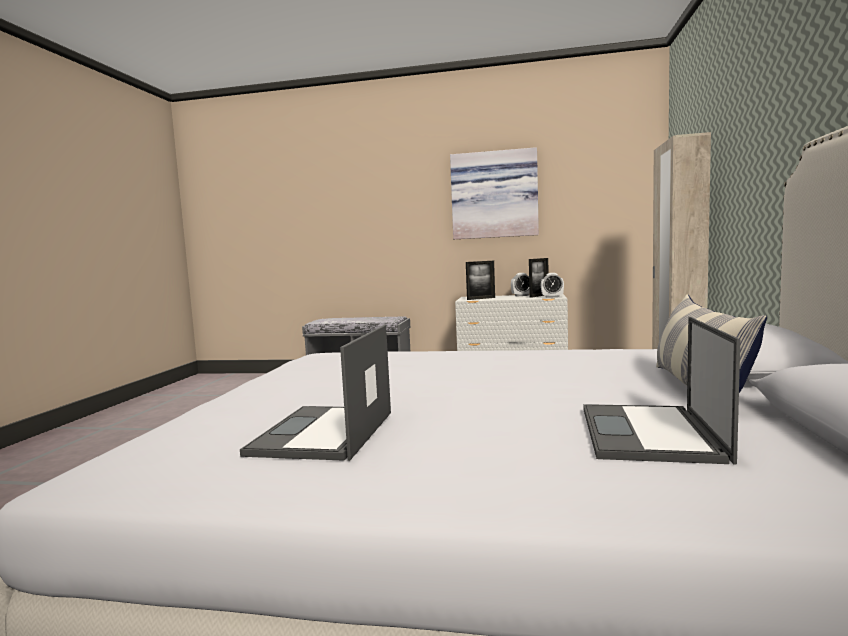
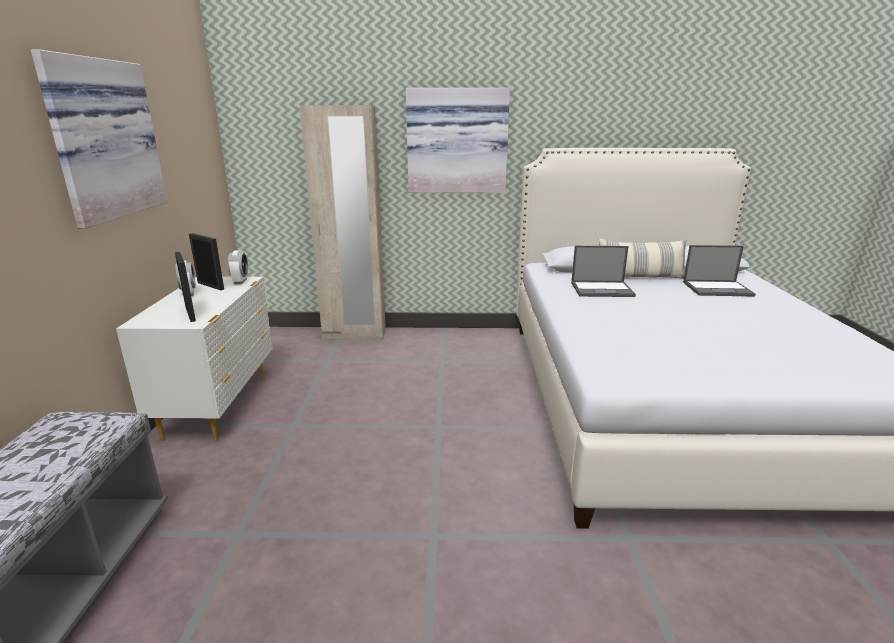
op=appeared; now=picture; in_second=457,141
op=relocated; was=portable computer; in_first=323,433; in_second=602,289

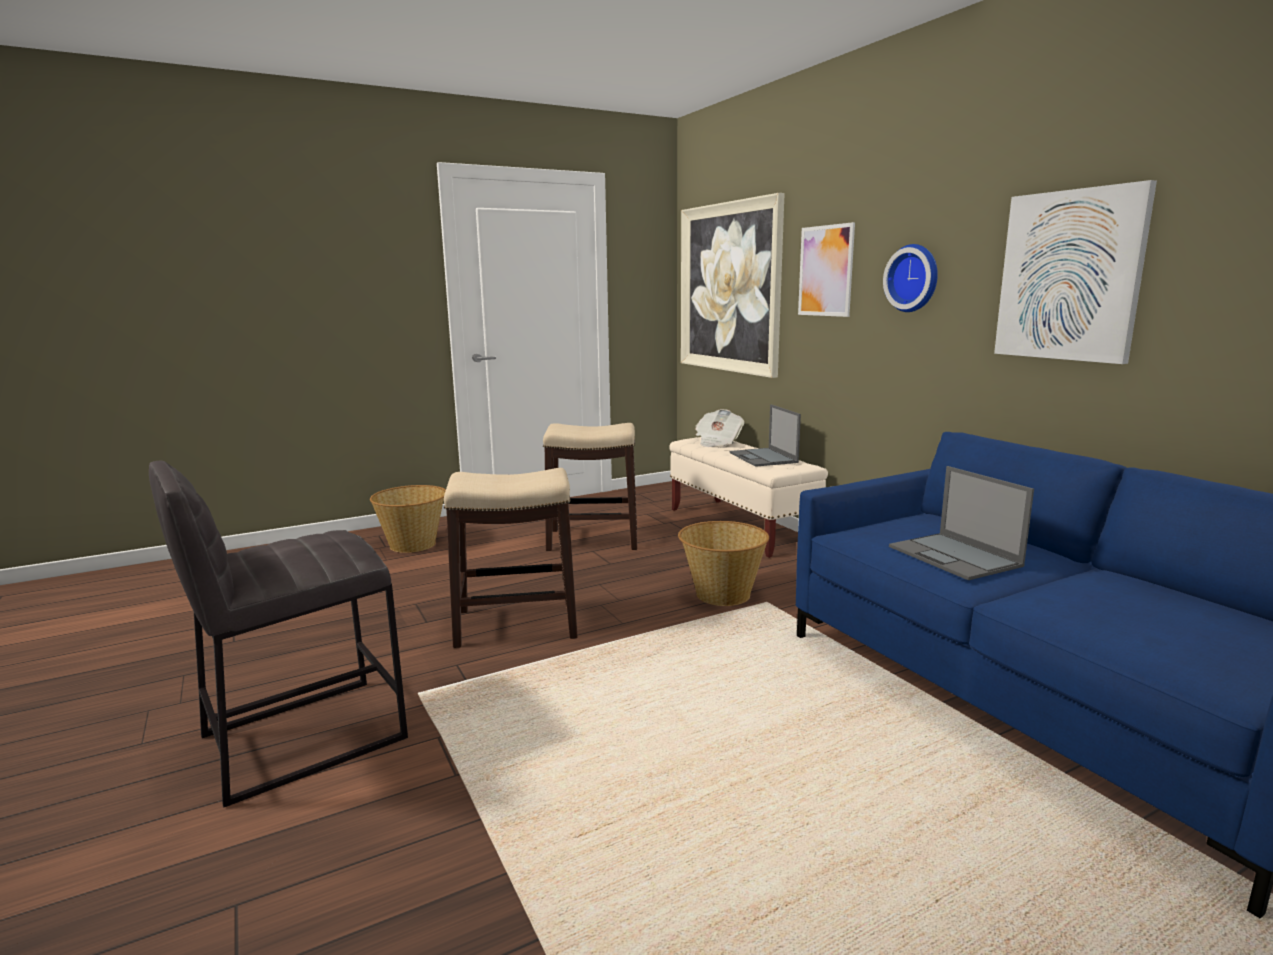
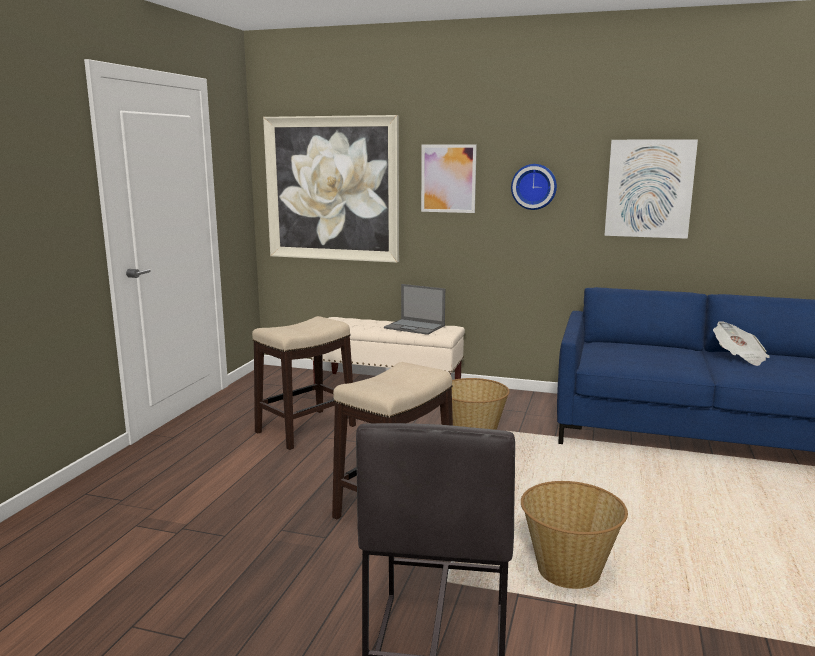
op=missing; was=portable computer; in_first=955,557
op=relocated; was=basket; in_first=413,544; in_second=569,570
op=relocated; was=newspaper; in_first=717,442; in_second=739,357

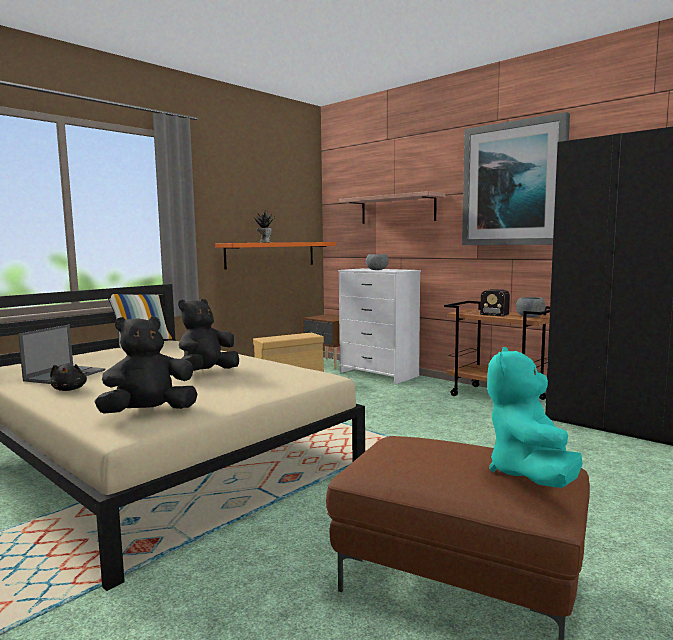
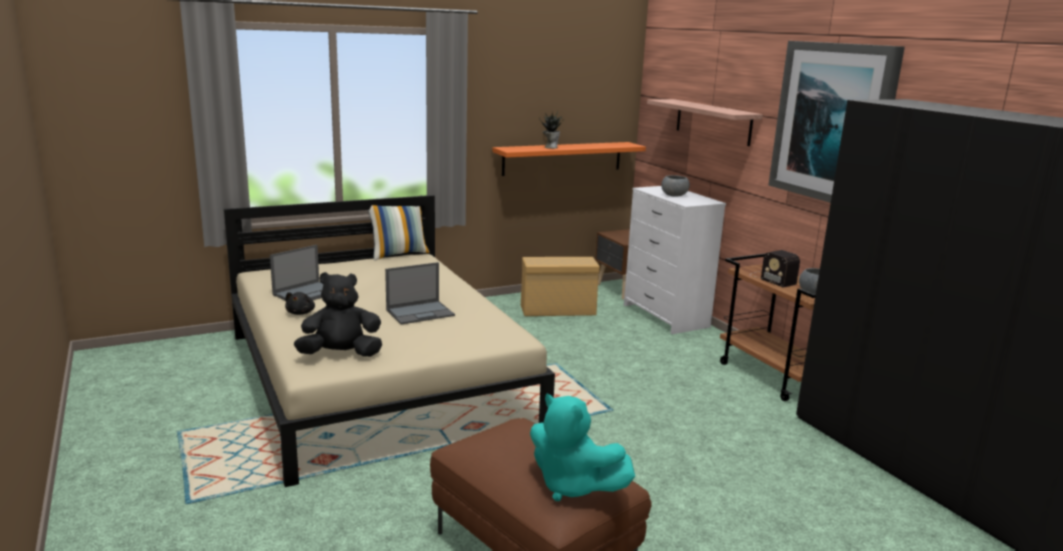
op=exchanged; was=blackish plush toy; now=portable computer; in_first=207,373; in_second=421,312
op=spun; was=turquoise plush toy; in_first=530,474; in_second=572,486; clockwise=-90

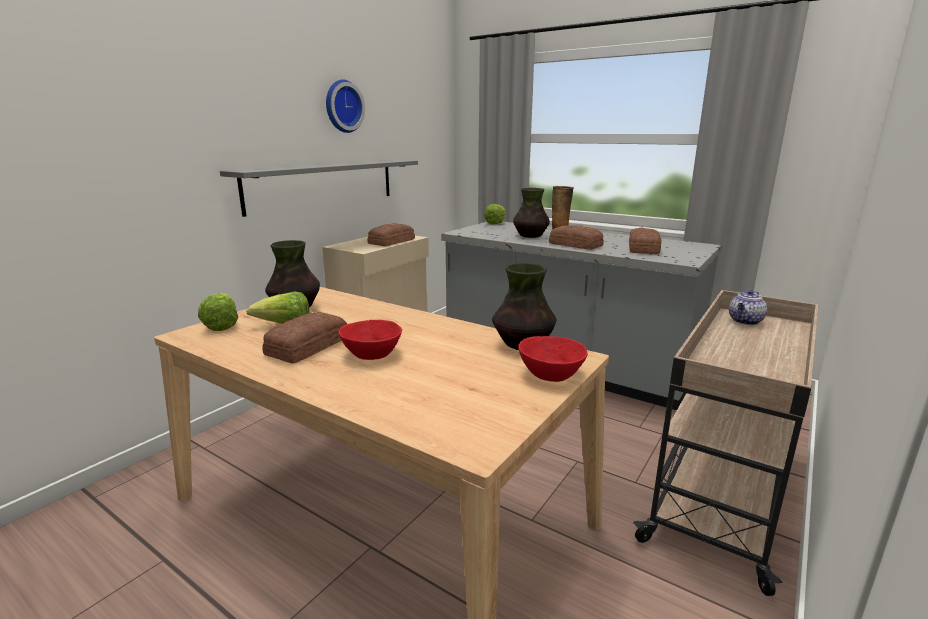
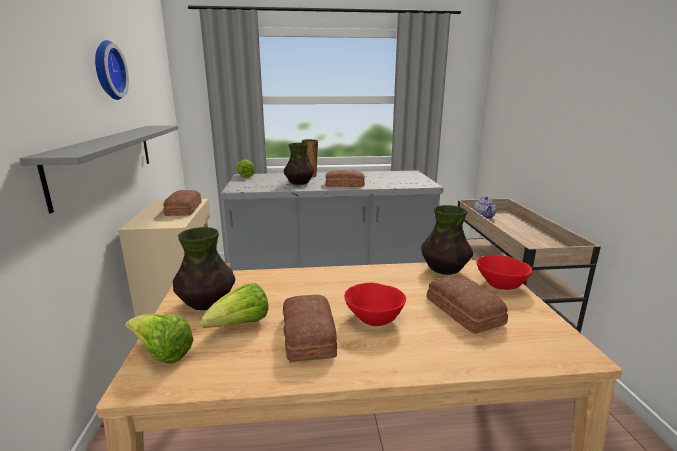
op=relocated; was=baked bread; in_first=642,248; in_second=463,312

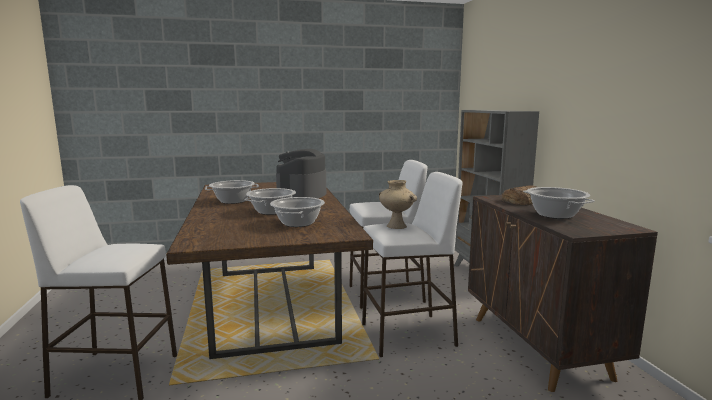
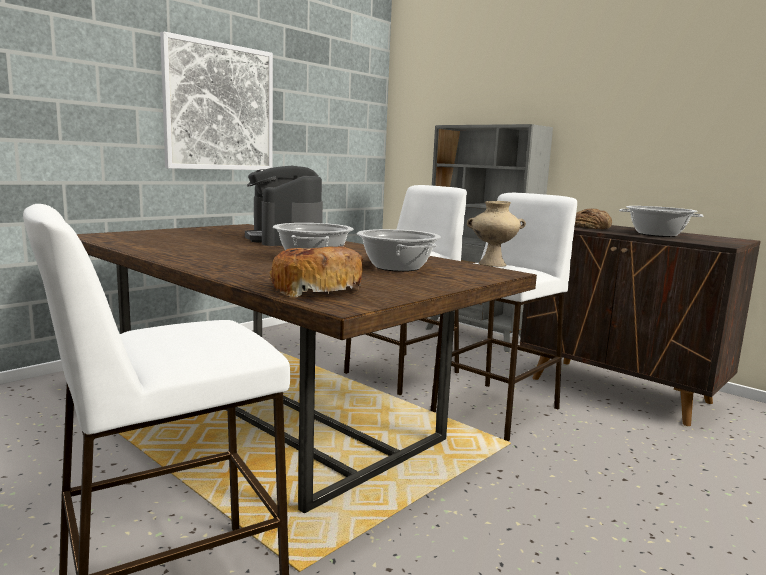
op=missing; was=stockpot; in_first=233,201
op=appeared; now=picture; in_second=219,107
op=appeared; now=baked bread; in_second=314,289

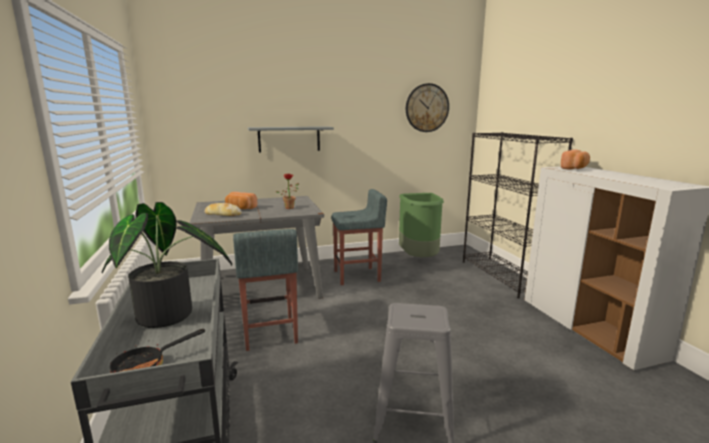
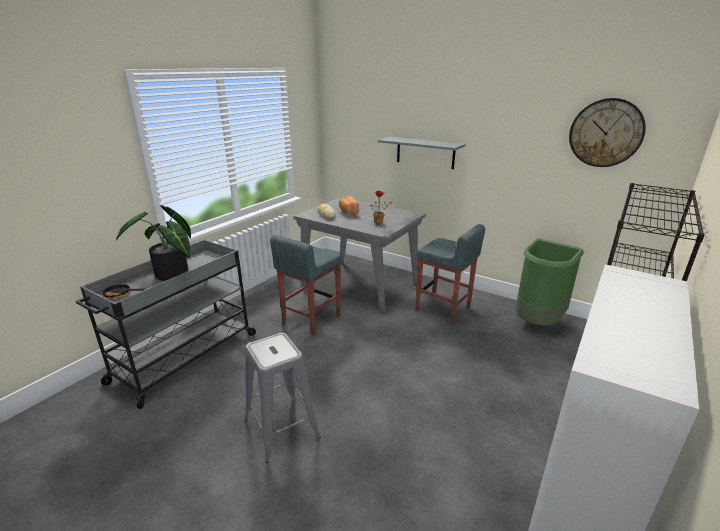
op=missing; was=baked bread; in_first=575,168

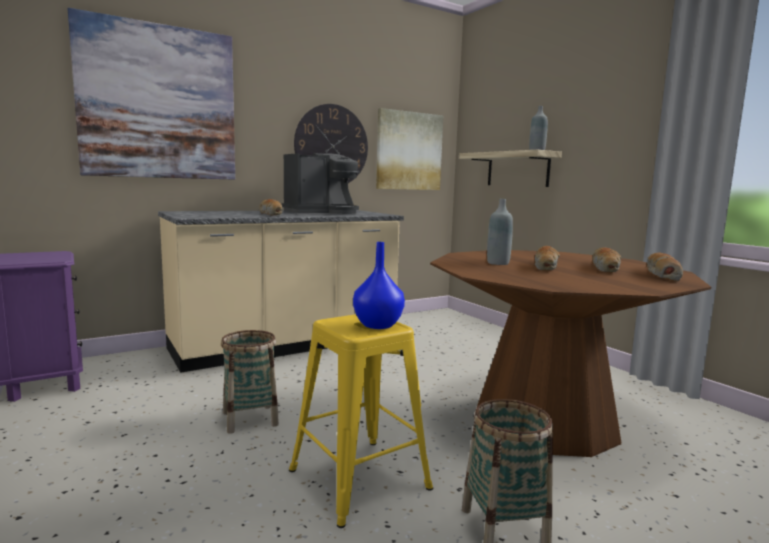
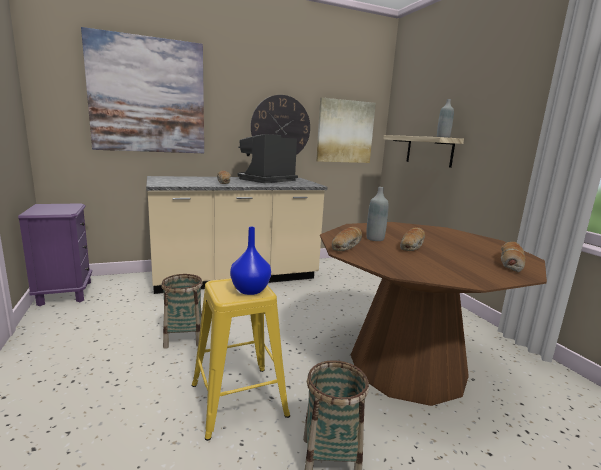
op=relocated; was=baked bread; in_first=605,269; in_second=347,246
op=spun; was=coffee maker; in_first=322,212; in_second=267,180; clockwise=150

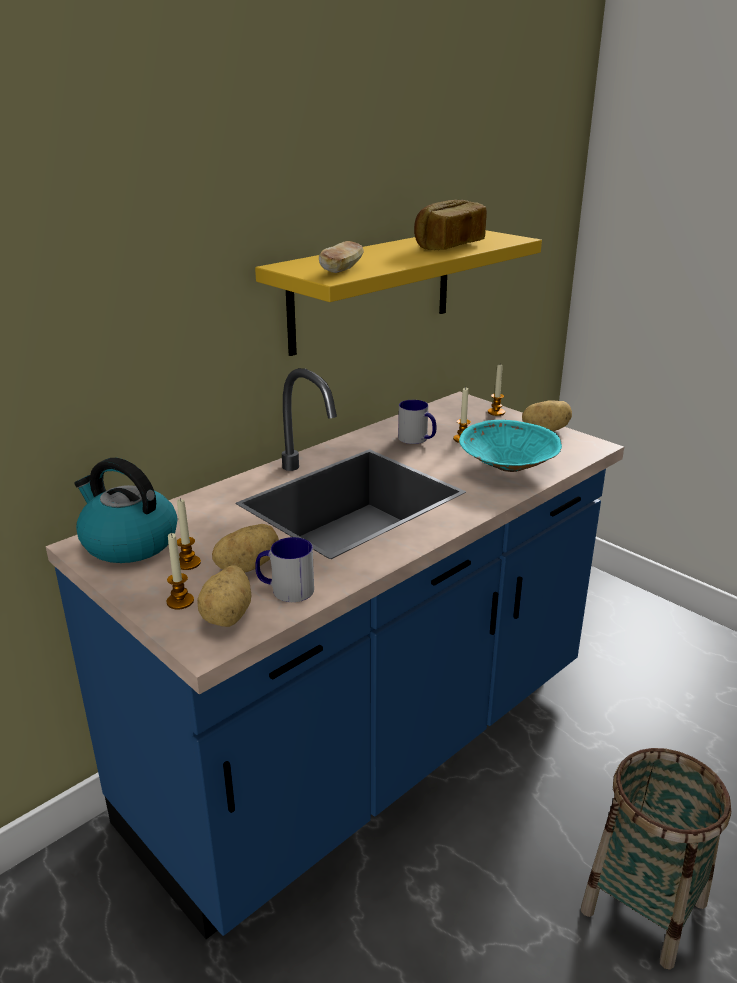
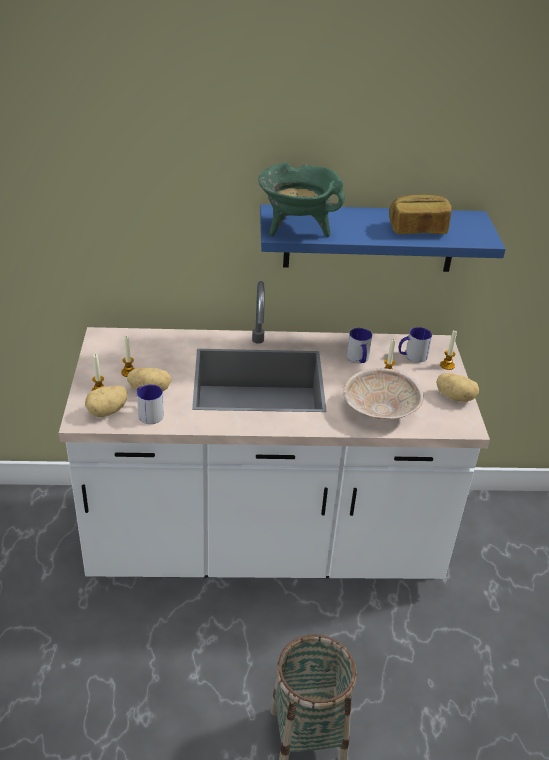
op=missing; was=tea kettle; in_first=128,543
op=appeared; now=coffee mug; in_second=412,356
op=exchanged; was=baked bread; now=greenish stockpot; in_first=342,270; in_second=297,229
op=colour; was=bluish counter; now=white counter; in_first=368,749; in_second=264,545
op=colour; was=yellow-coloured wall shelf; now=bluish wall shelf; in_first=372,289; in_second=370,238
op=colour; was=turquoise deep dish; now=sand-coloured deep dish; in_first=507,467; in_second=379,410

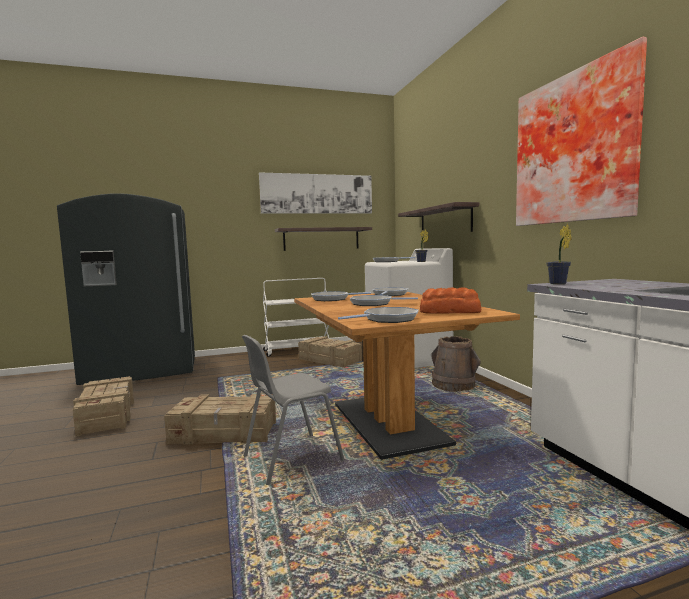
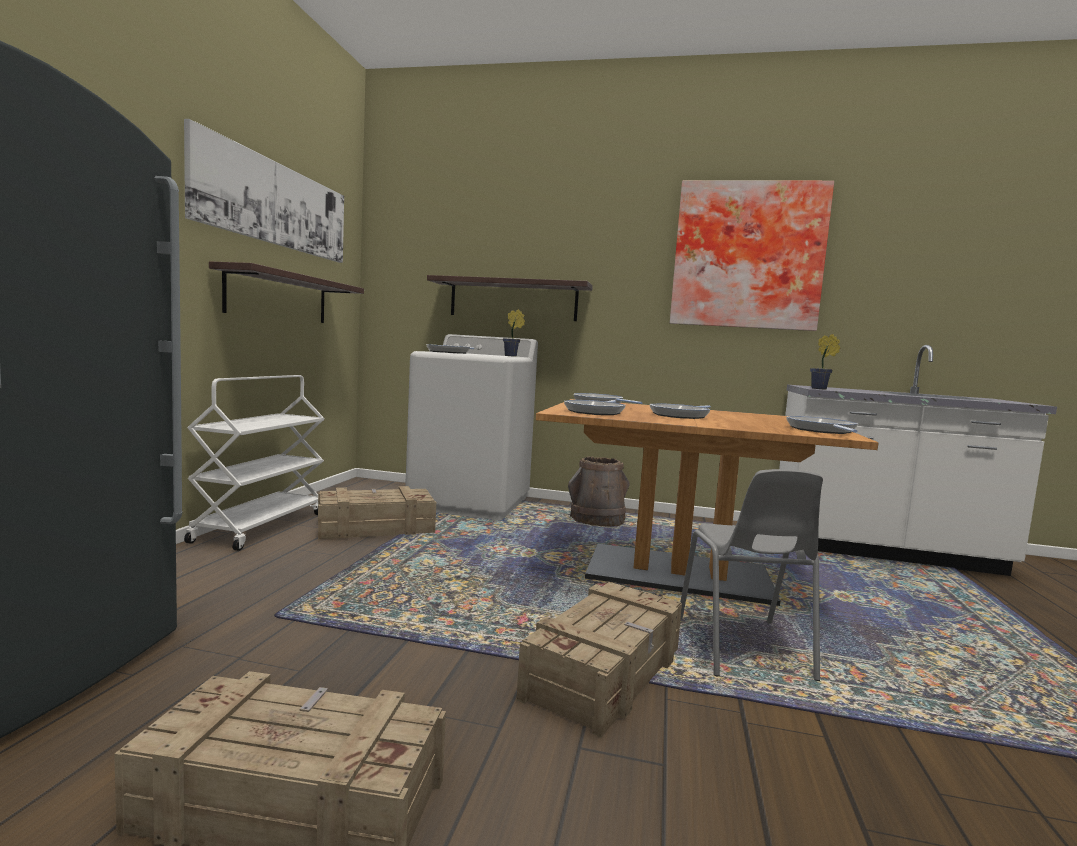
op=missing; was=baked bread; in_first=450,311

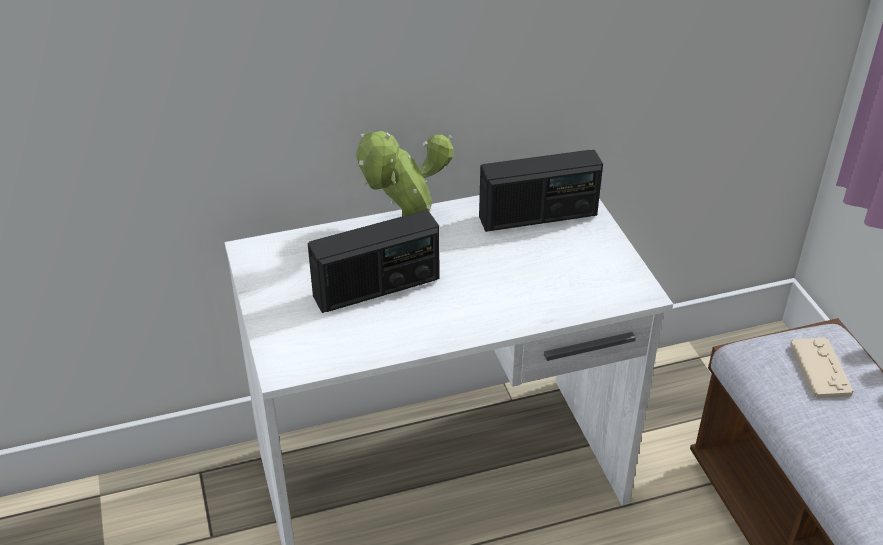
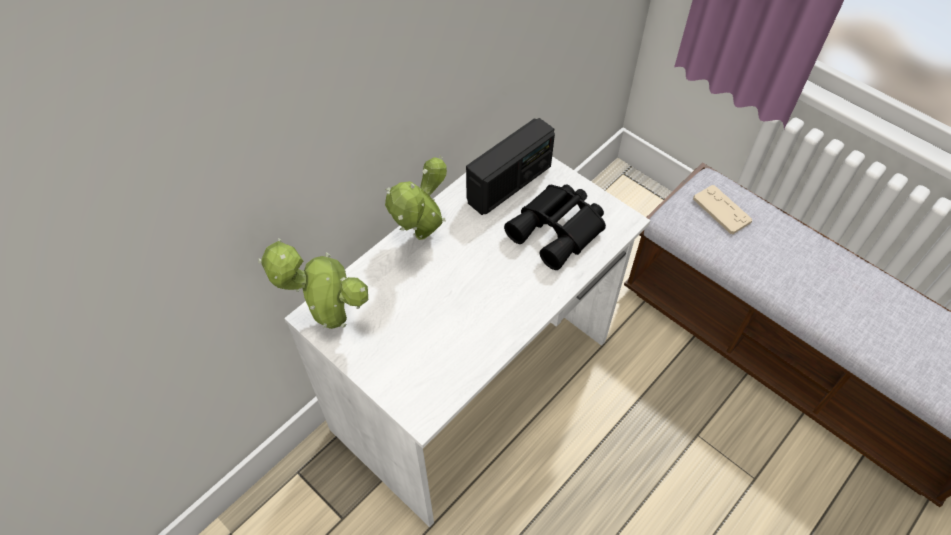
op=missing; was=radio set; in_first=377,288
op=appeared; now=plant in a pot; in_second=331,321
op=appeared; now=blackish pair of binoculars; in_second=559,230

